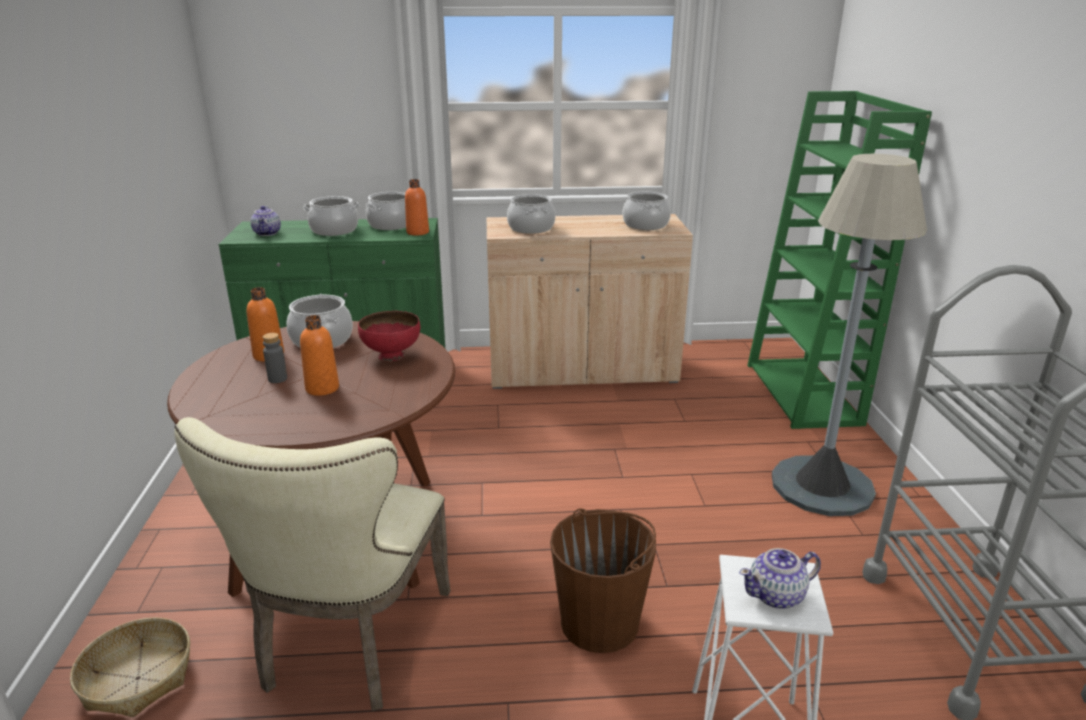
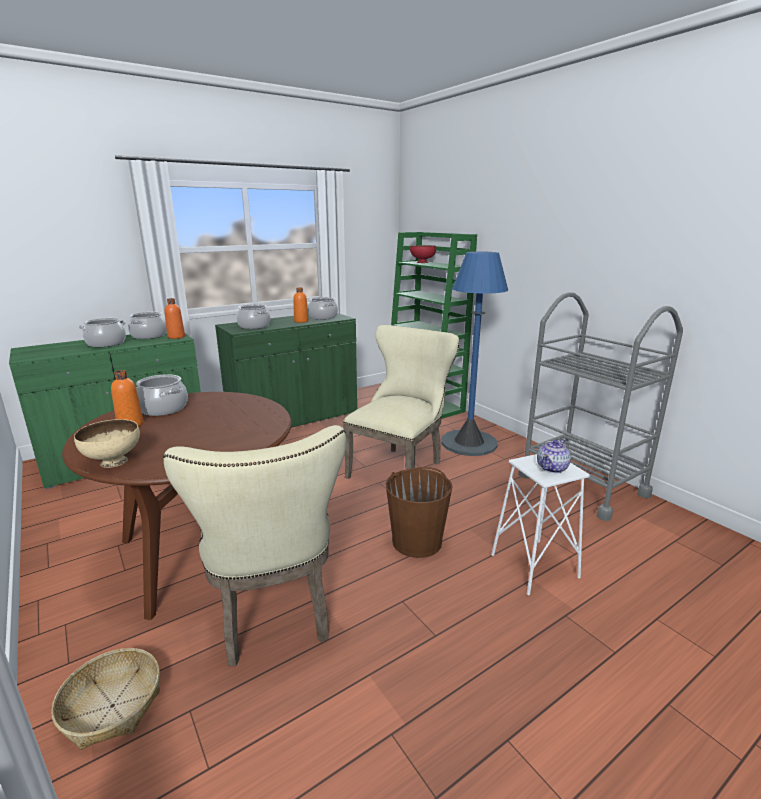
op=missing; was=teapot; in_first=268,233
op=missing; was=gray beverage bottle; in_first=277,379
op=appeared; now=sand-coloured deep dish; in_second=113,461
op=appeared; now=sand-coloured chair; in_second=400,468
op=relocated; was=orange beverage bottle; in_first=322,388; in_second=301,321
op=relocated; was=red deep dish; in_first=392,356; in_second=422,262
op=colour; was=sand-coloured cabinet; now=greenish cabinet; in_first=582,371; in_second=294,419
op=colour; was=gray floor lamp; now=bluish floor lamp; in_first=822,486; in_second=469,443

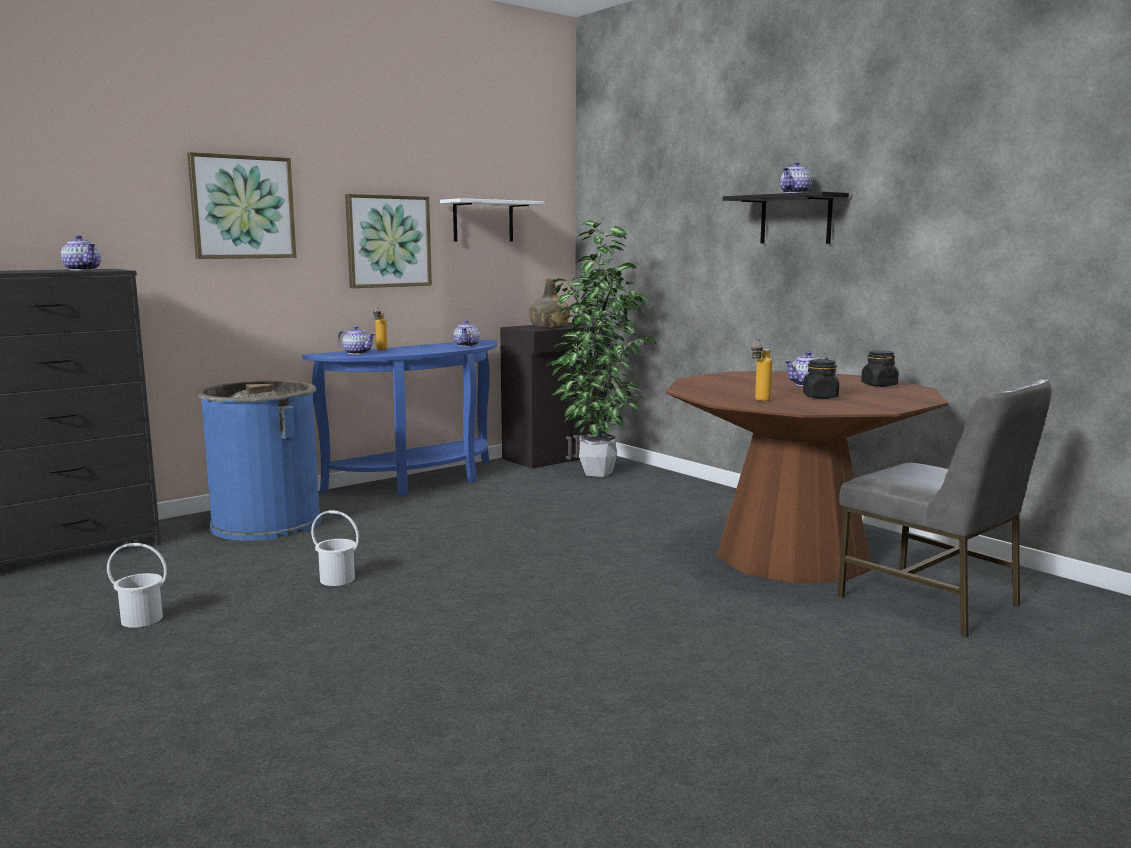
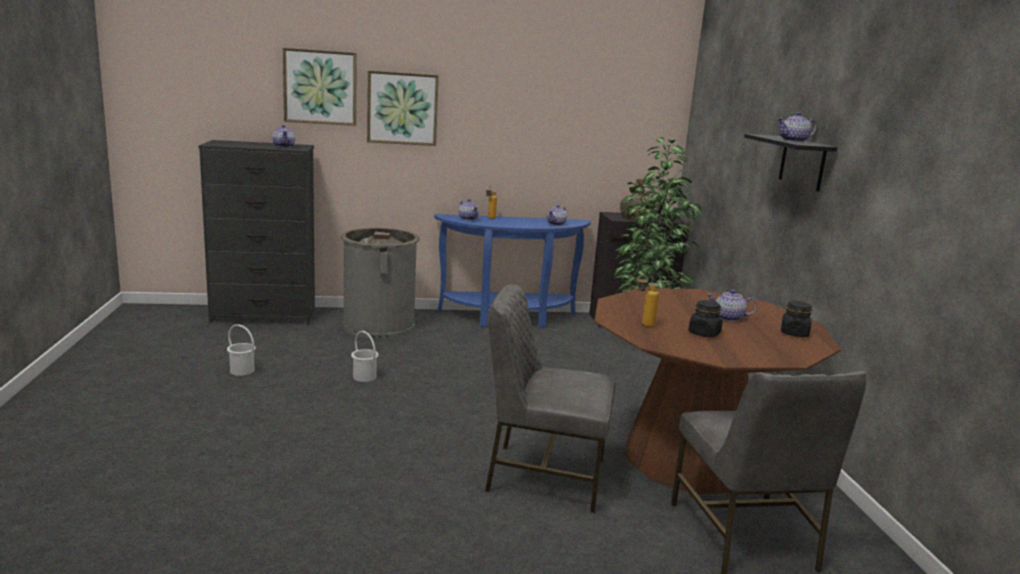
op=missing; was=white wall shelf; in_first=483,221
op=appeared; now=gray chair; in_second=543,475
op=relocated; was=picture; in_first=388,241; in_second=320,87
op=colour; was=bluish waste bin; now=gray waste bin; in_first=266,523; in_second=379,325

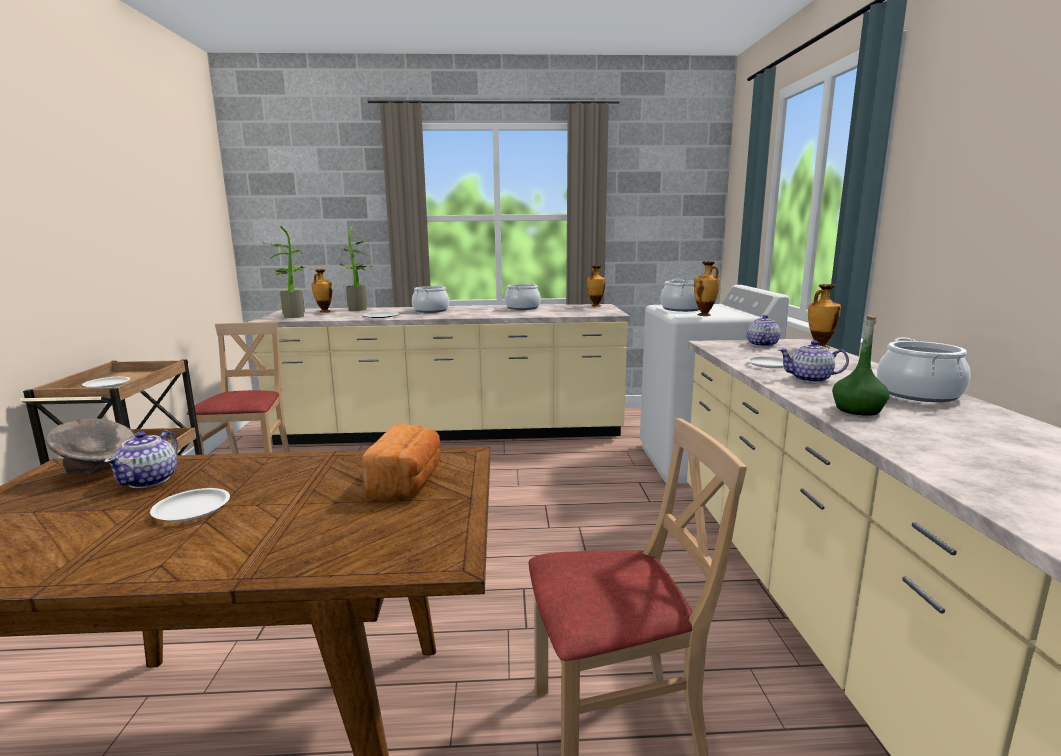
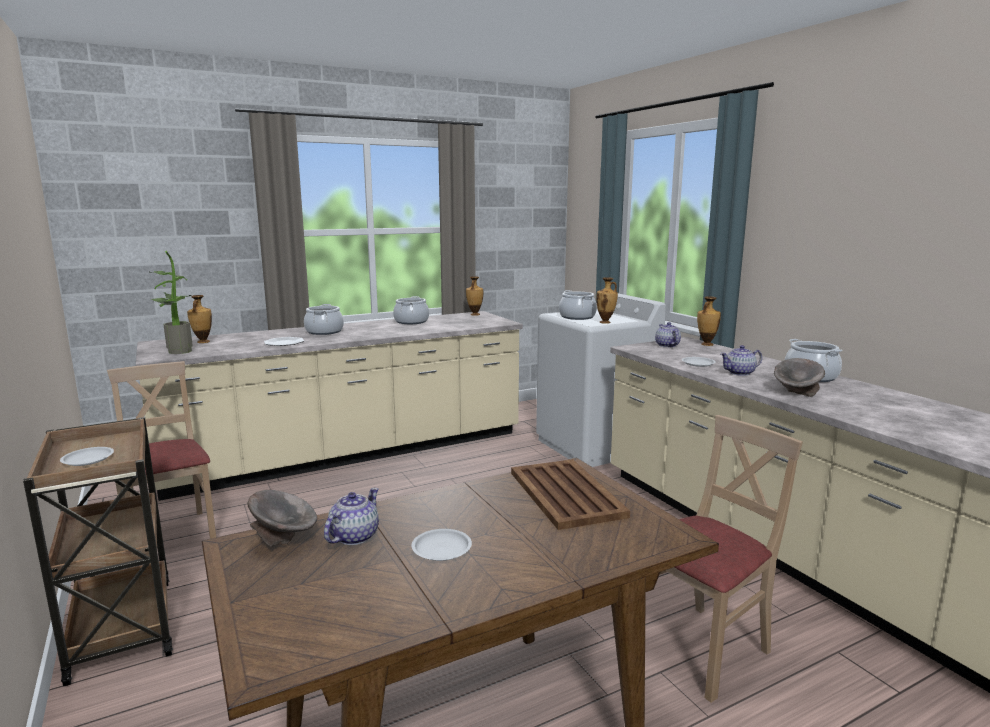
op=missing; was=plant in a pot; in_first=360,309
op=exchanged; was=baked bread; now=brown carrying tray; in_first=407,482; in_second=566,494
op=exchanged; was=greenish beverage bottle; now=gray deep dish; in_first=858,410; in_second=797,393
op=spun; was=teapot; in_first=150,480; in_second=353,537; clockwise=-135

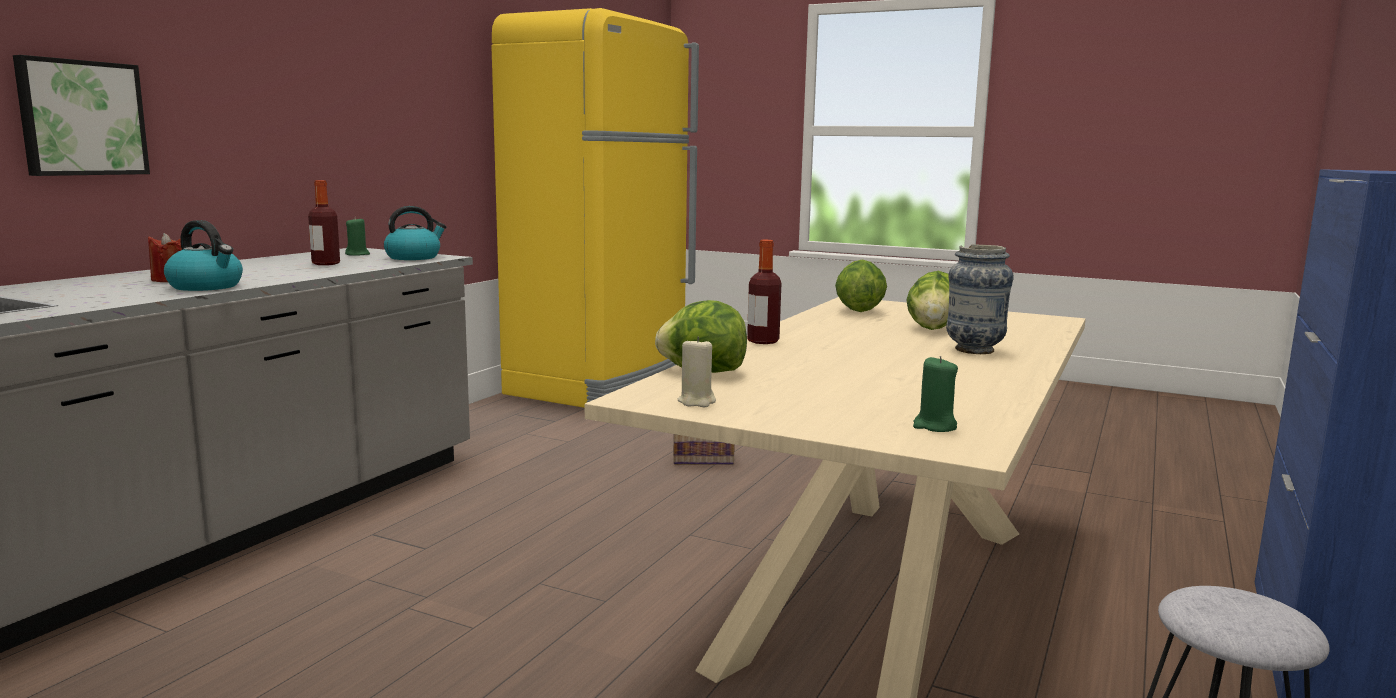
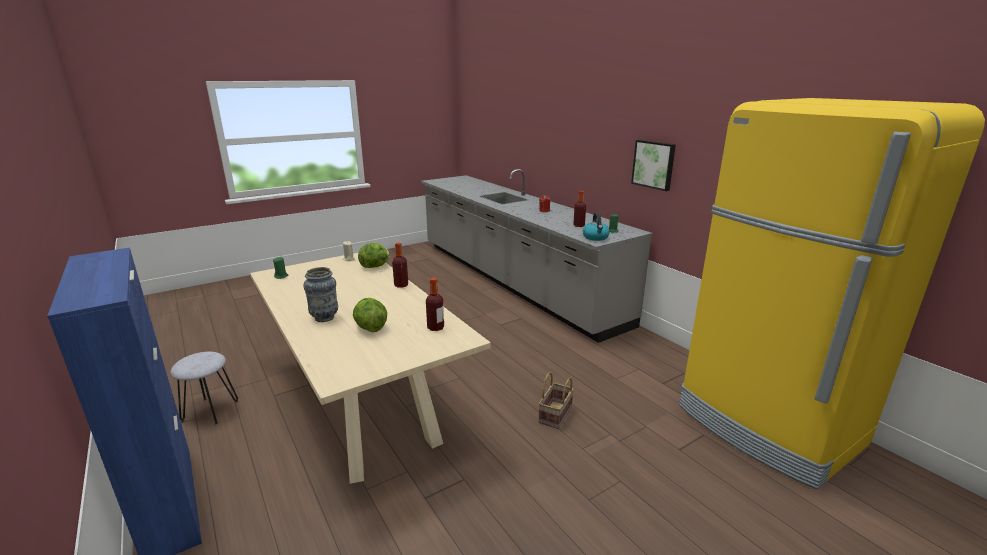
op=missing; was=tea kettle; in_first=207,286
op=relocated; was=picture; in_first=81,118; in_second=654,164
op=exchanged; was=lettuce; now=beverage bottle; in_first=858,311; in_second=435,328

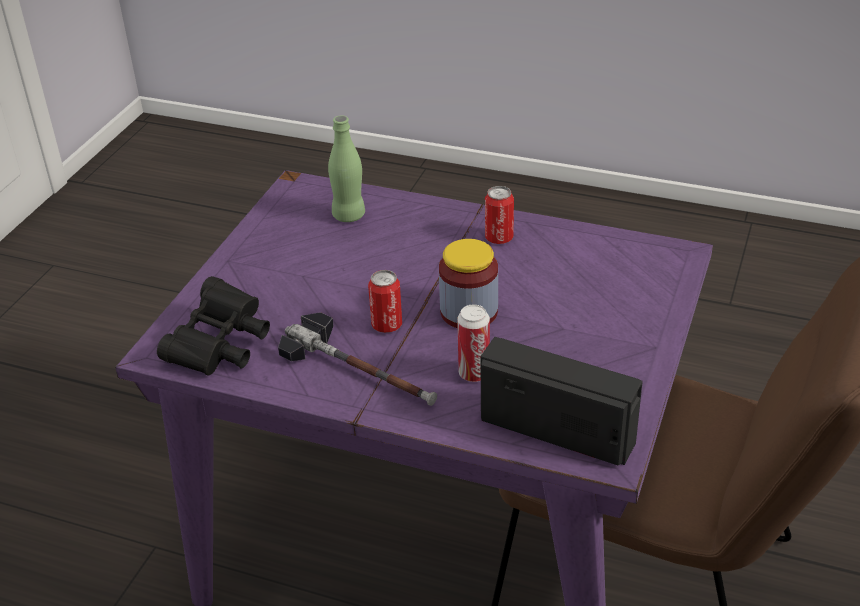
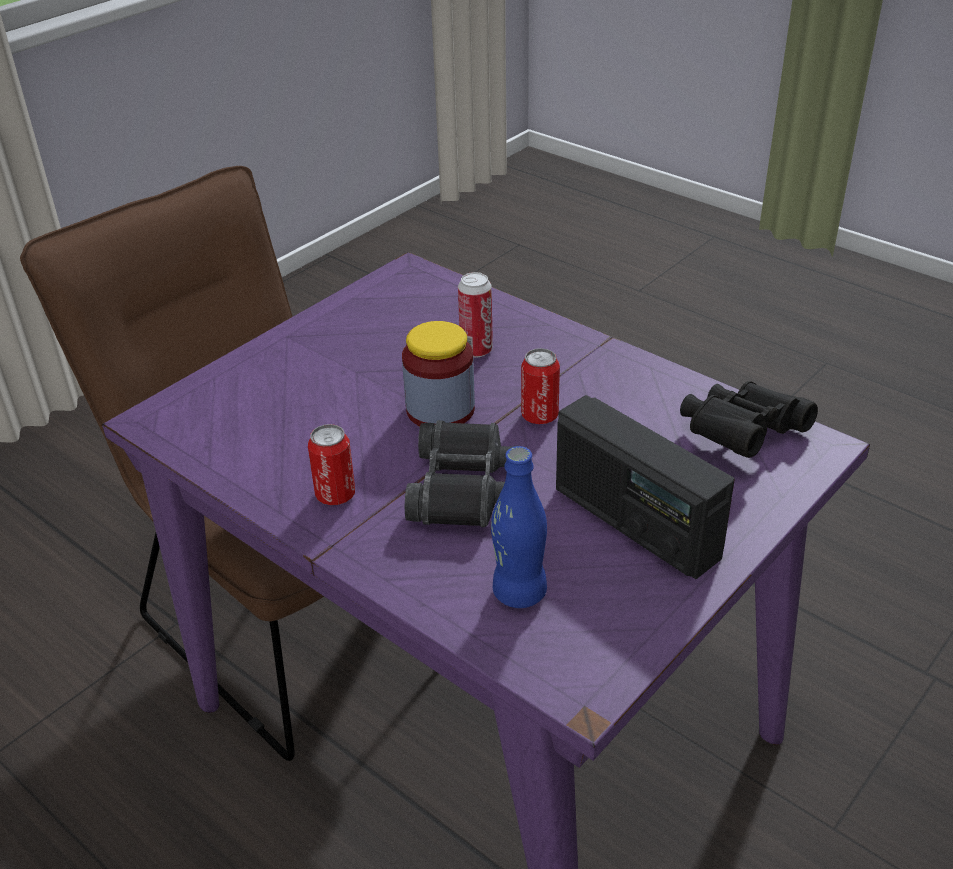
op=missing; was=hammer; in_first=360,370
op=appeared; now=blackish pair of binoculars; in_second=465,488
op=relocated; was=radio set; in_first=557,430; in_second=635,523
op=colour; was=greenish beverage bottle; now=bluish beverage bottle; in_first=349,215; in_second=519,592

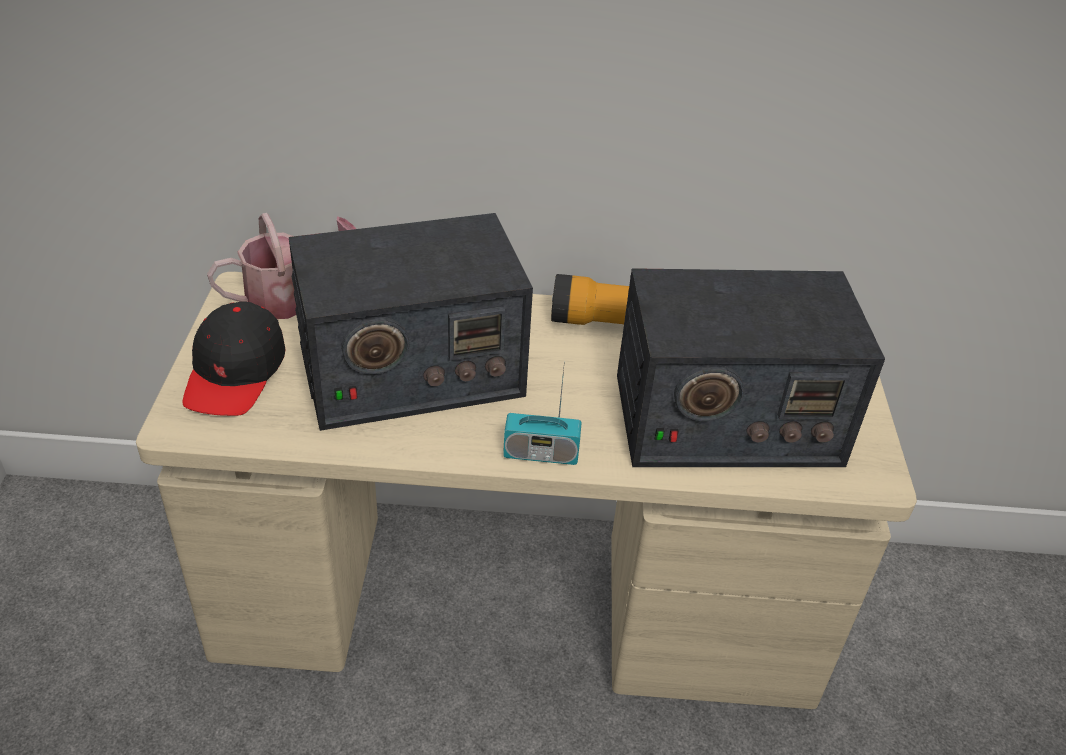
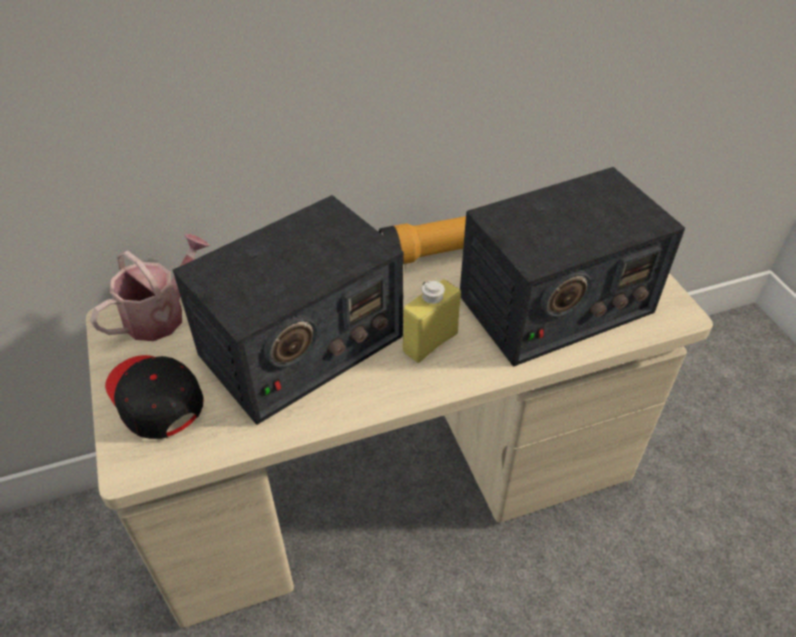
op=missing; was=radio set; in_first=541,454
op=appeared; now=yellow-coloured beverage bottle; in_second=430,342
op=spun; was=blackish cap; in_first=235,373; in_second=154,399; clockwise=150

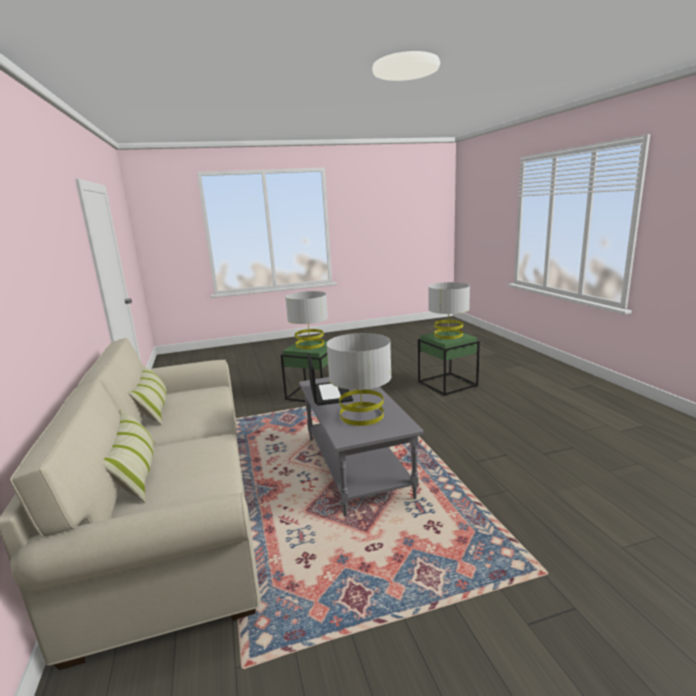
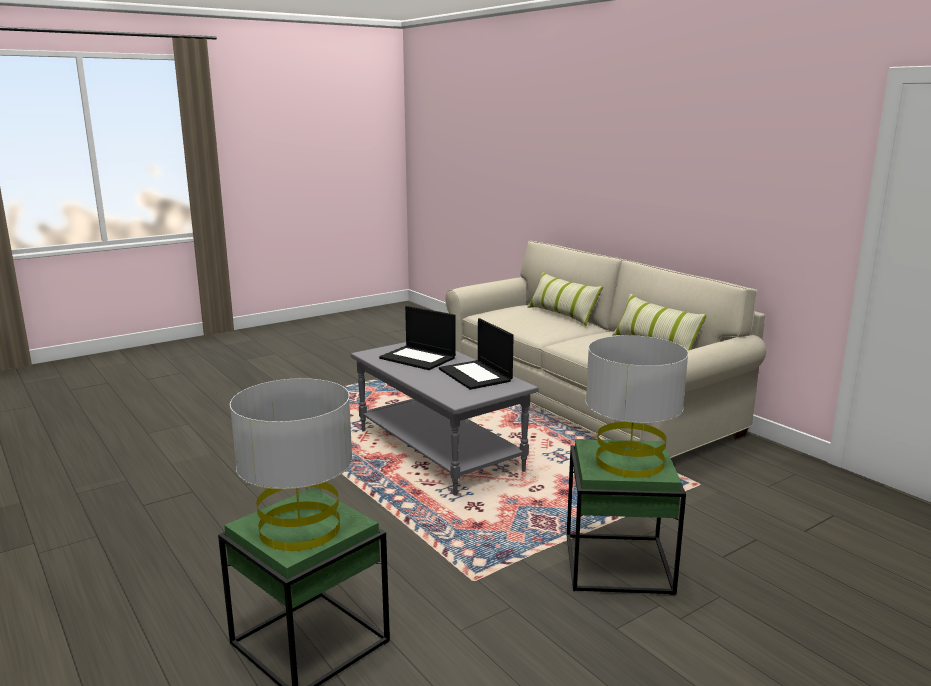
op=exchanged; was=gray table lamp; now=portable computer; in_first=361,415; in_second=419,358

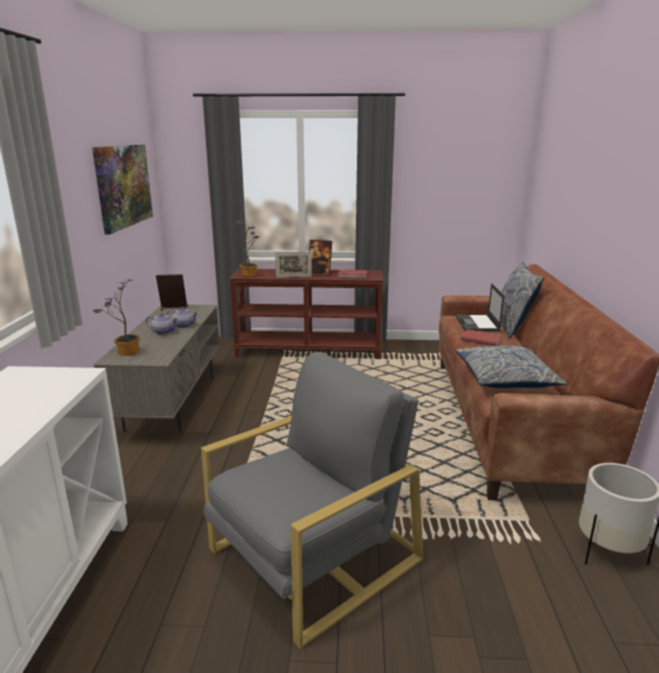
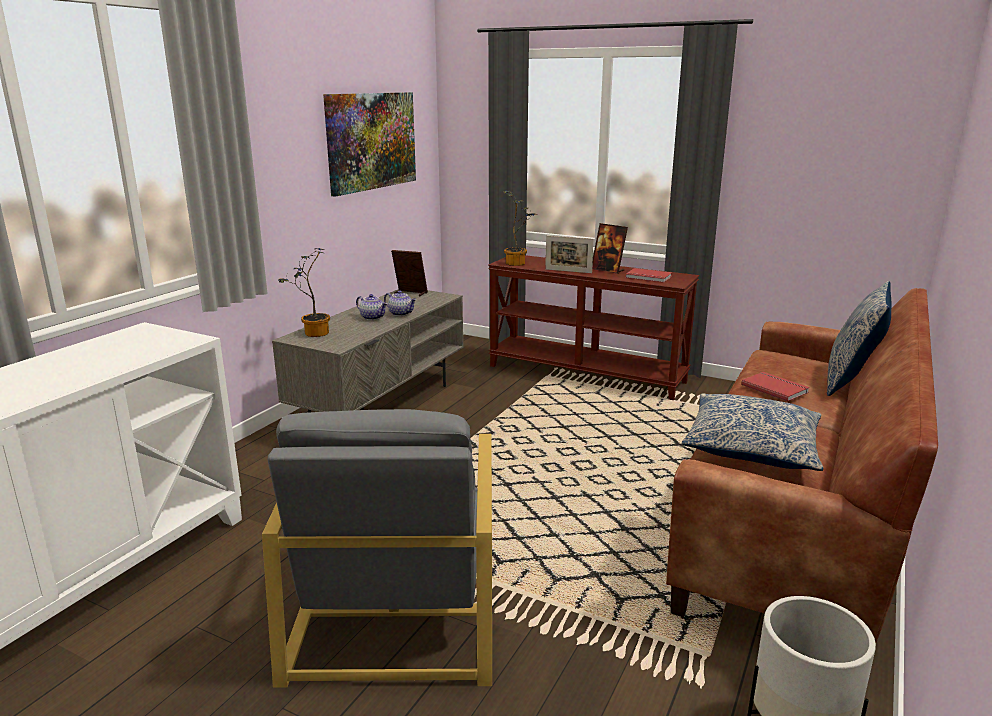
op=missing; was=portable computer; in_first=477,323
op=spun; was=gray easy chair; in_first=312,555; in_second=396,609; clockwise=105

